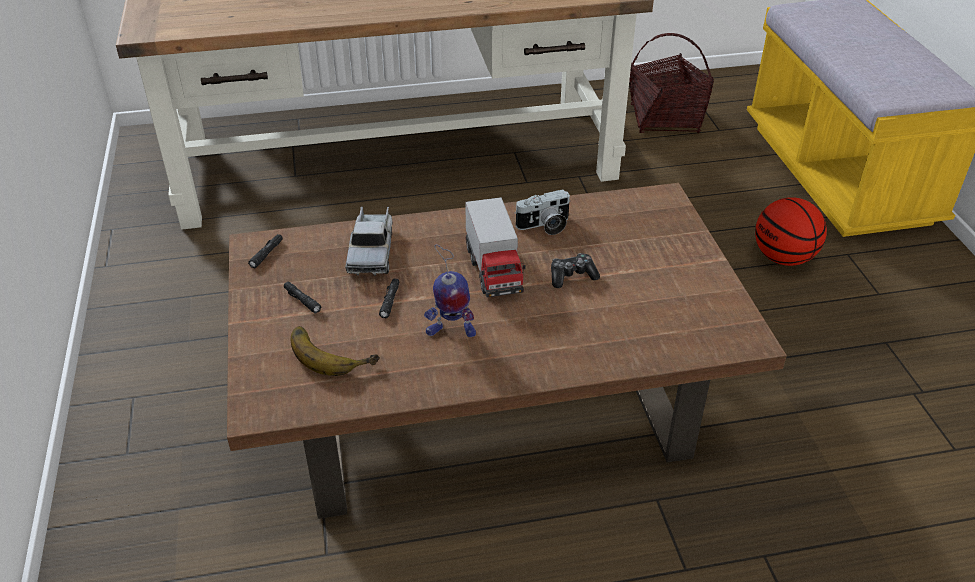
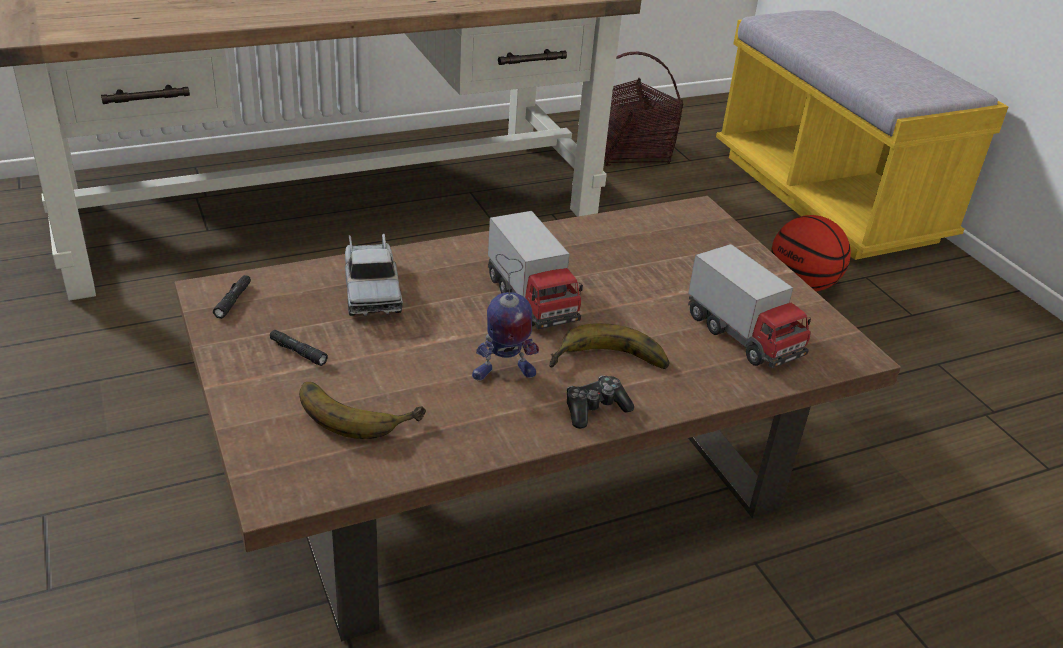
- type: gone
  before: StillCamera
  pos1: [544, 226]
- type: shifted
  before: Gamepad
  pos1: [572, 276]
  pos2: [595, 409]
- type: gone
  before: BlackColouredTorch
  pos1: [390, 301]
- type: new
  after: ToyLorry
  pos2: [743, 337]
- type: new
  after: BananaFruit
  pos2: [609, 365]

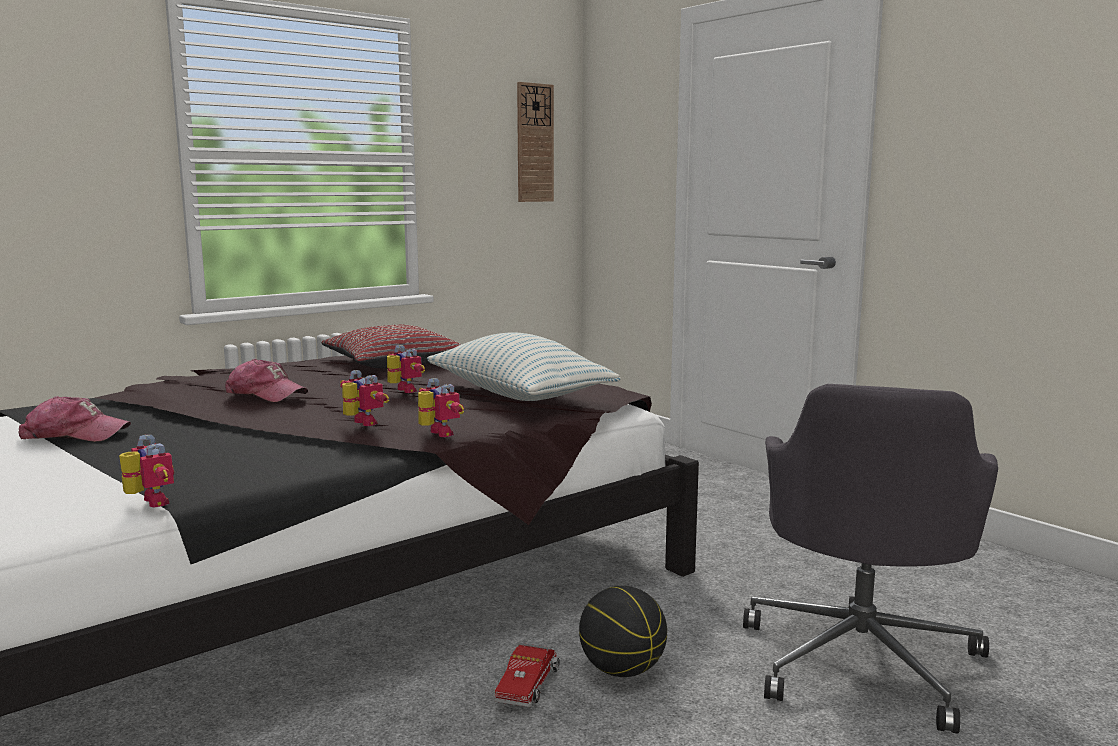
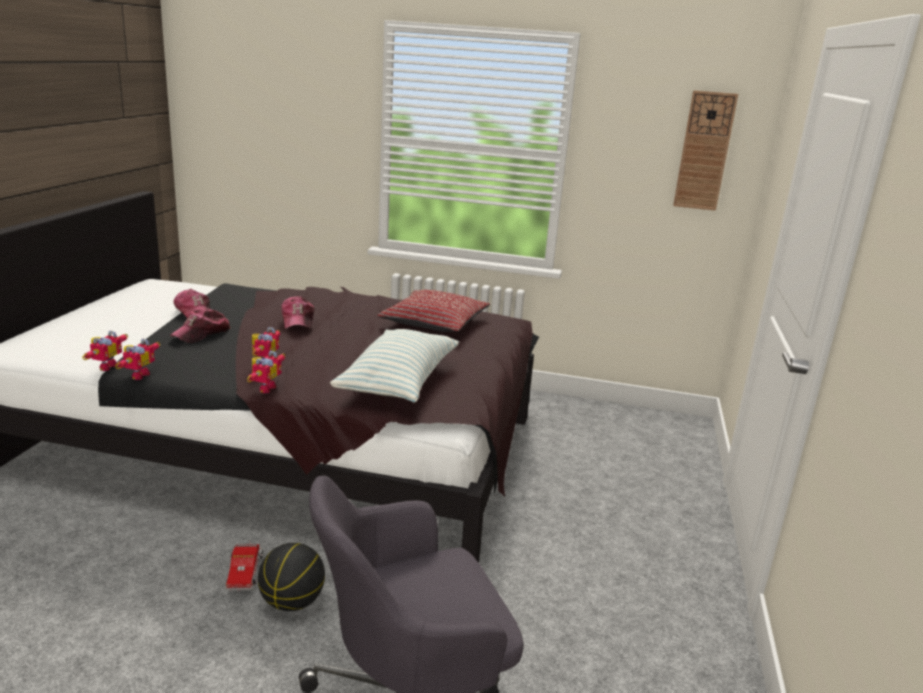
- type: shifted
  before: ModelRobot
  pos1: [402, 391]
  pos2: [137, 375]
- type: rotated
  before: ToyLorry
  pos1: [528, 685]
  pos2: [244, 572]
  turn: -75
- type: new
  after: BaseballCap
  pos2: [201, 333]

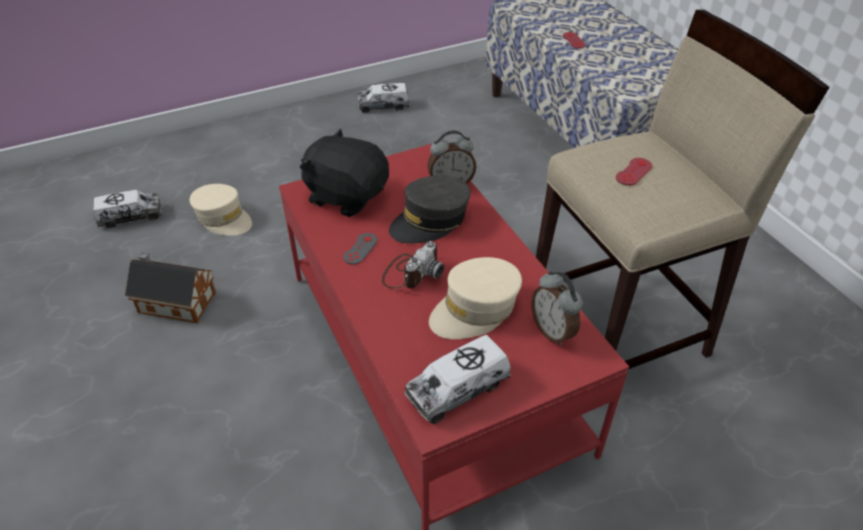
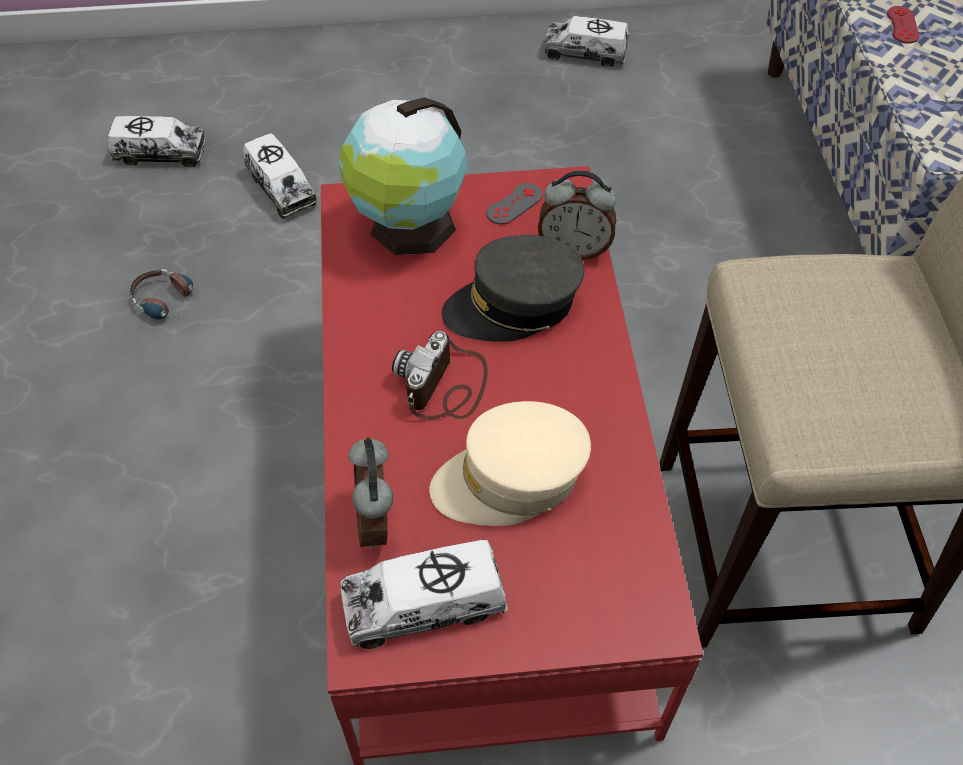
- type: swapped
  before: BlackColouredSoftToy
  after: Globe
  pos1: [346, 196]
  pos2: [409, 228]
- type: gone
  before: RedColouredGamepad
  pos1: [633, 172]
- type: swapped
  before: BeigeBaseballCap
  after: ToyLorry
  pos1: [223, 218]
  pos2: [281, 188]
- type: shifted
  before: GrayGamepad
  pos1: [360, 249]
  pos2: [514, 204]
- type: rotated
  before: StillCamera
  pos1: [411, 272]
  pos2: [445, 386]
  turn: 150
- type: swapped
  before: MiniatureHouse
  after: PairOfHeadphones
  pos1: [174, 301]
  pos2: [170, 303]
- type: shifted
  before: AlarmClock
  pos1: [553, 331]
  pos2: [377, 521]

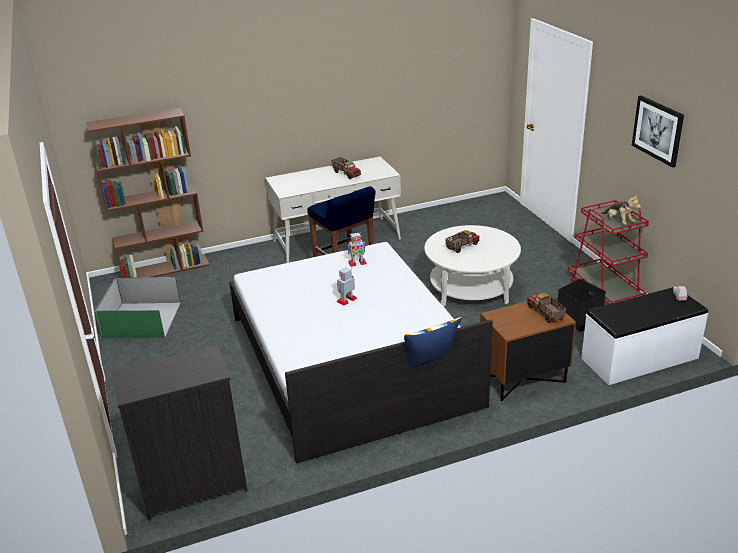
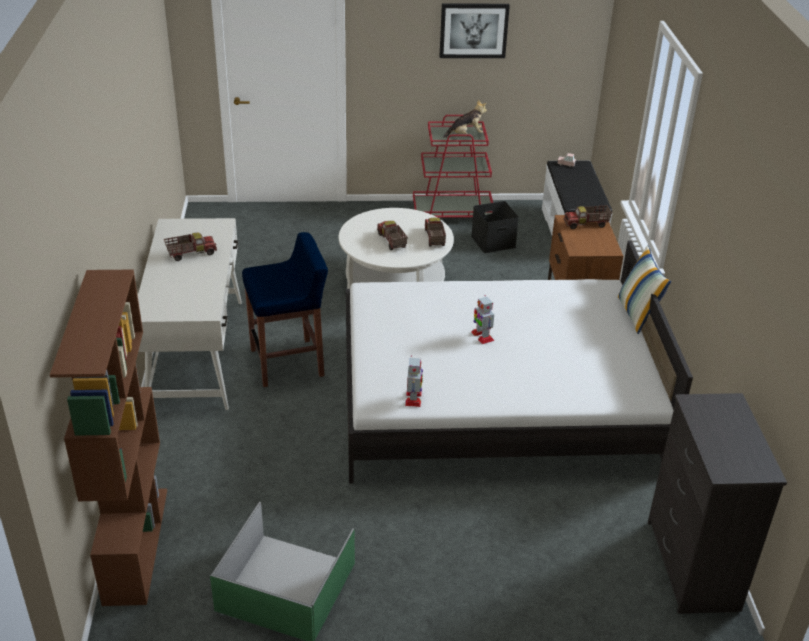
- type: shifted
  before: ModelRobot
  pos1: [357, 263]
  pos2: [413, 398]
- type: new
  after: ToyLorry
  pos2: [434, 238]

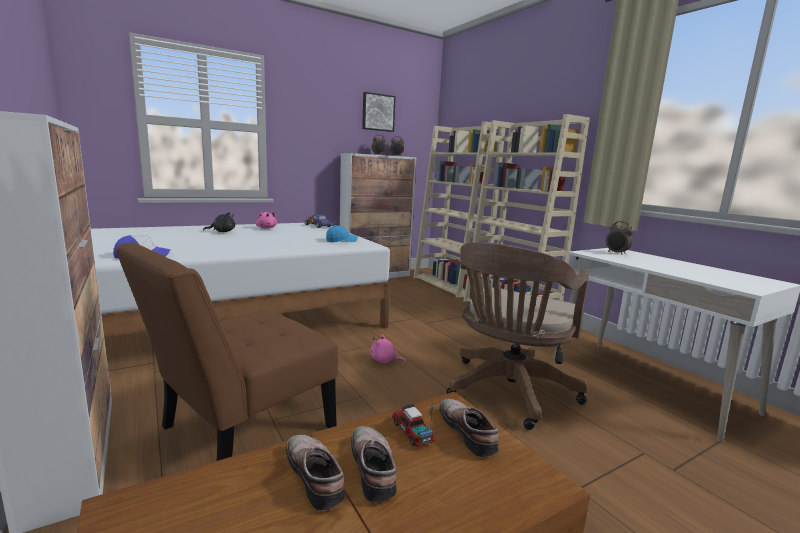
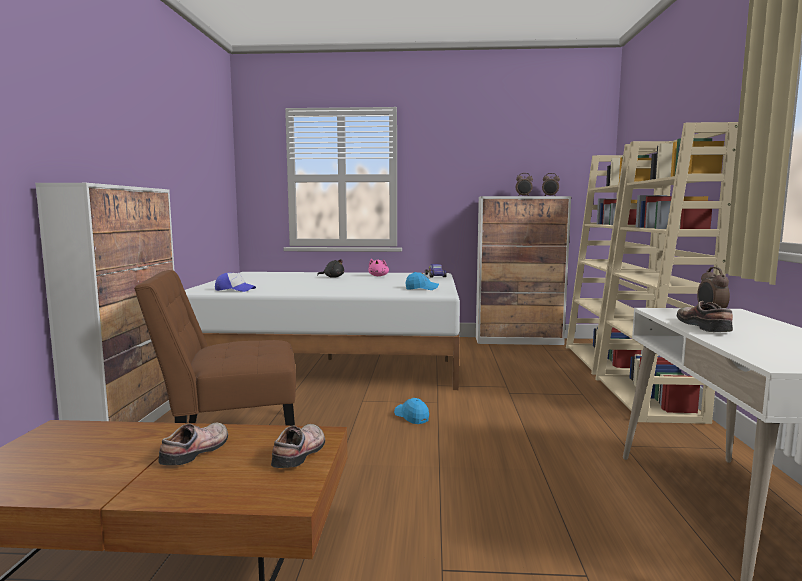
- type: gone
  before: Picture
  pos1: [378, 112]
- type: gone
  before: BrownDeskChair
  pos1: [508, 392]
- type: swapped
  before: PinkishSoftToy
  after: BlueColouredBaseballCap
  pos1: [384, 361]
  pos2: [411, 417]
- type: gone
  before: ToyLorry
  pos1: [411, 432]
- type: shifted
  before: LowShoe
  pos1: [317, 475]
  pos2: [706, 326]

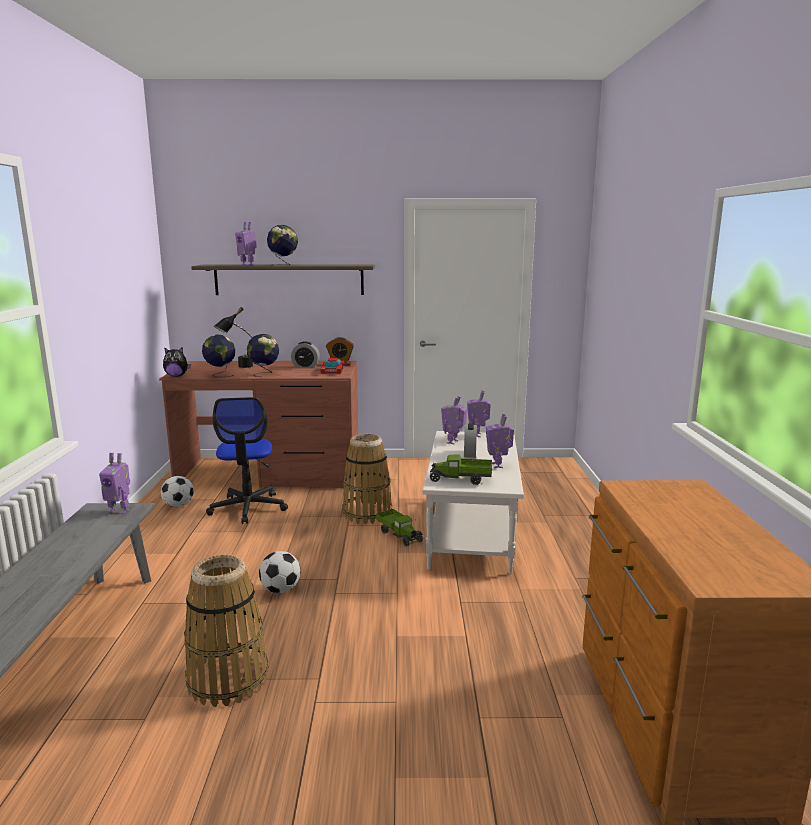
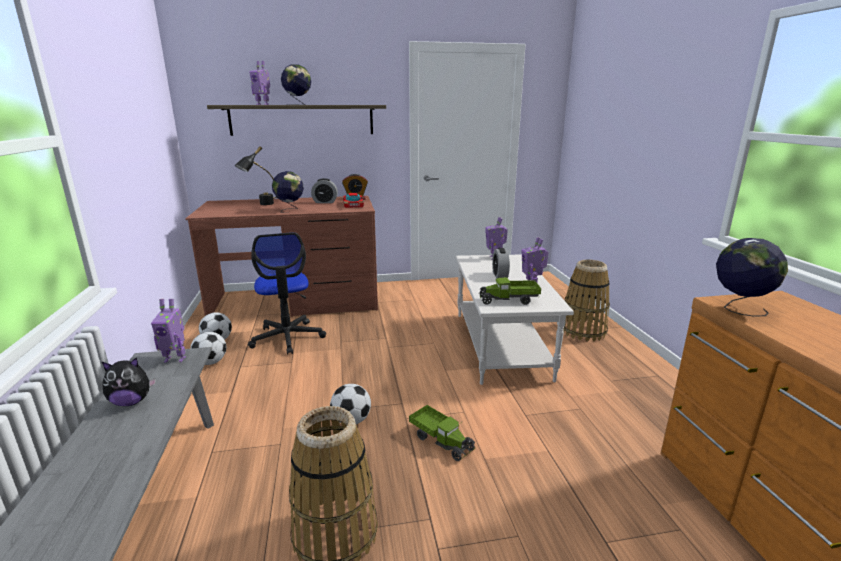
- type: shifted
  before: Globe
  pos1: [220, 375]
  pos2: [739, 309]
- type: shifted
  before: SoftToy
  pos1: [176, 376]
  pos2: [131, 402]
- type: gone
  before: ModelRobot
  pos1: [453, 442]
- type: shifted
  before: Basket
  pos1: [367, 513]
  pos2: [583, 331]
- type: shifted
  before: ToyLorry
  pos1: [399, 535]
  pos2: [441, 440]
- type: new
  after: BallForFootball
  pos2: [211, 362]

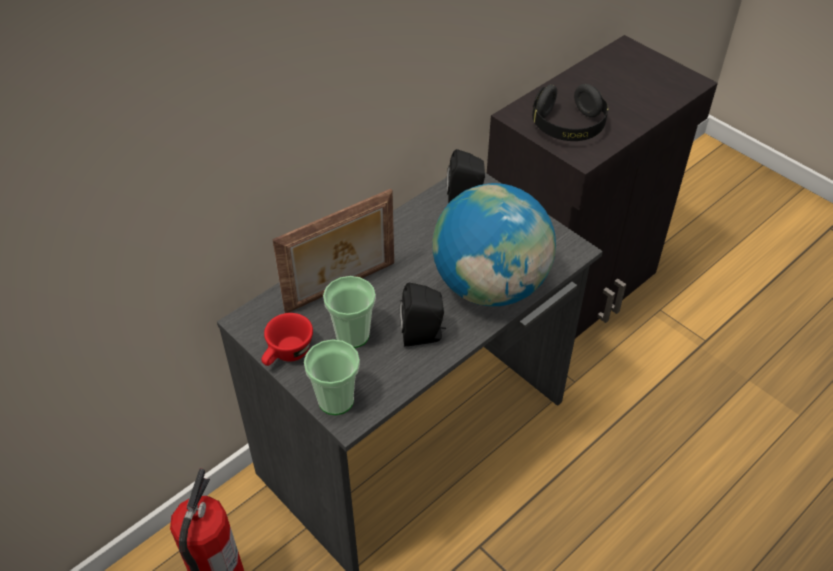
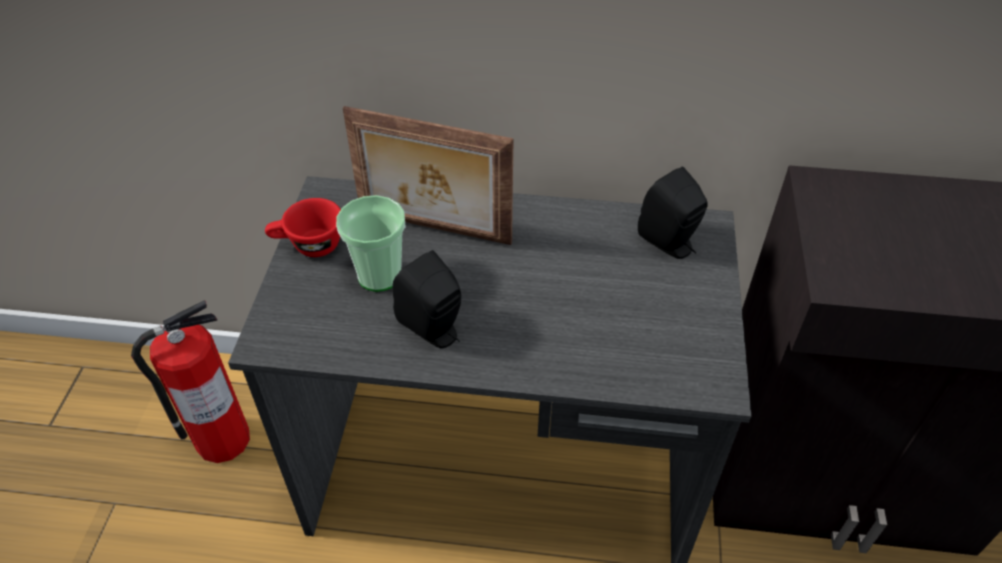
- type: gone
  before: BlackColouredPairOfHeadphones
  pos1: [568, 126]
- type: gone
  before: Globe
  pos1: [490, 286]
- type: gone
  before: Cup
  pos1: [336, 400]

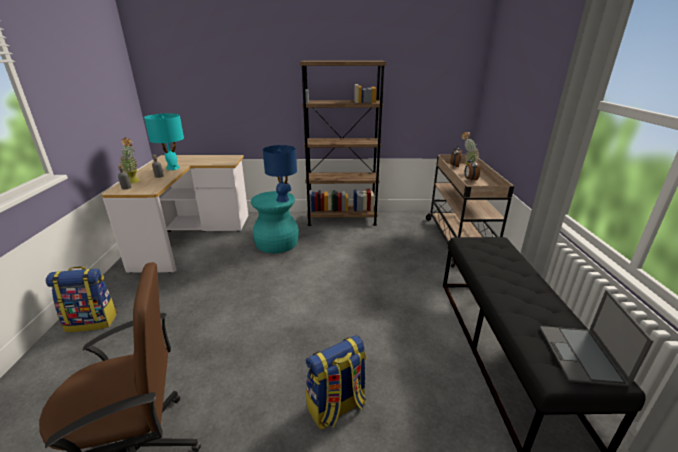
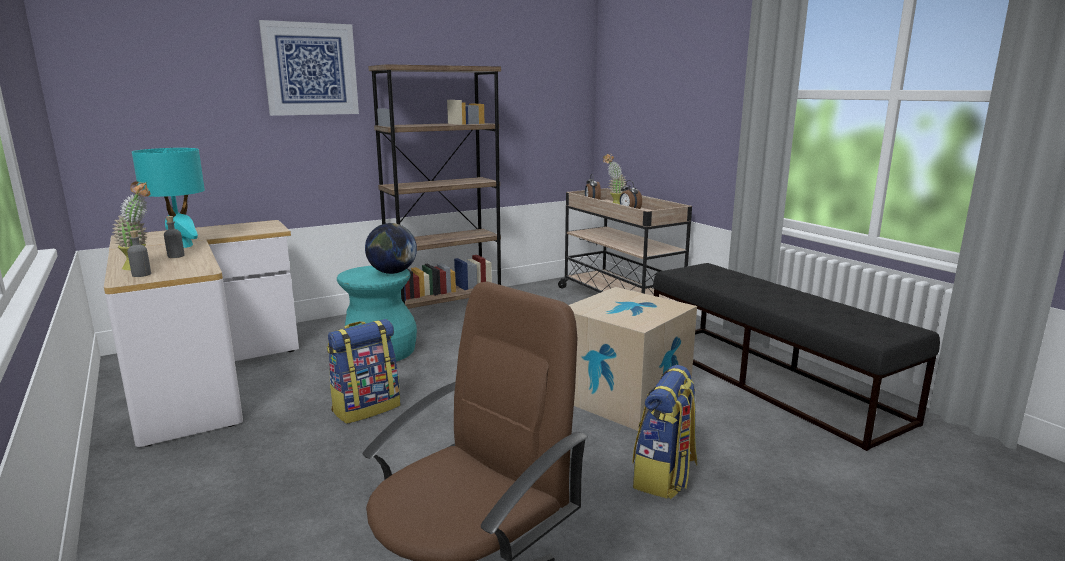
- type: swapped
  before: BlueColouredTableLamp
  after: Globe
  pos1: [283, 199]
  pos2: [392, 272]
- type: shifted
  before: Backpack
  pos1: [93, 321]
  pos2: [366, 408]
- type: gone
  before: NotebookComputer
  pos1: [581, 355]
- type: new
  after: Picture
  pos2: [310, 69]
- type: new
  after: CardboardBox
  pos2: [624, 397]

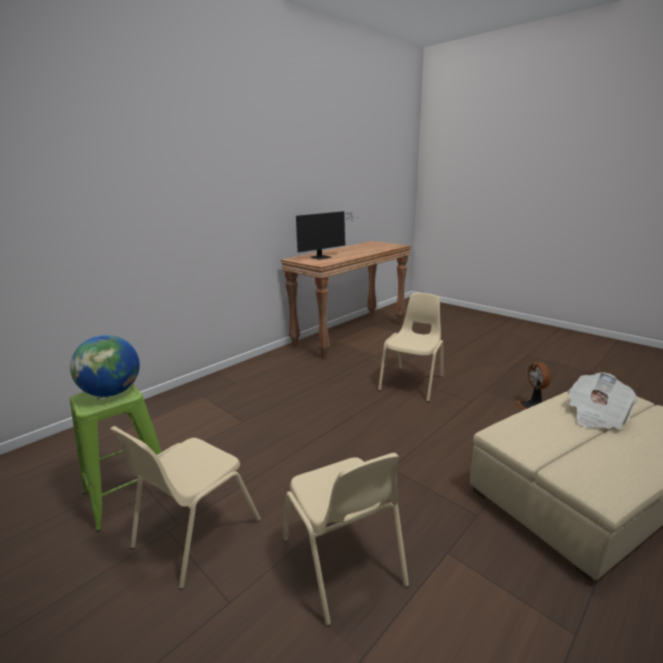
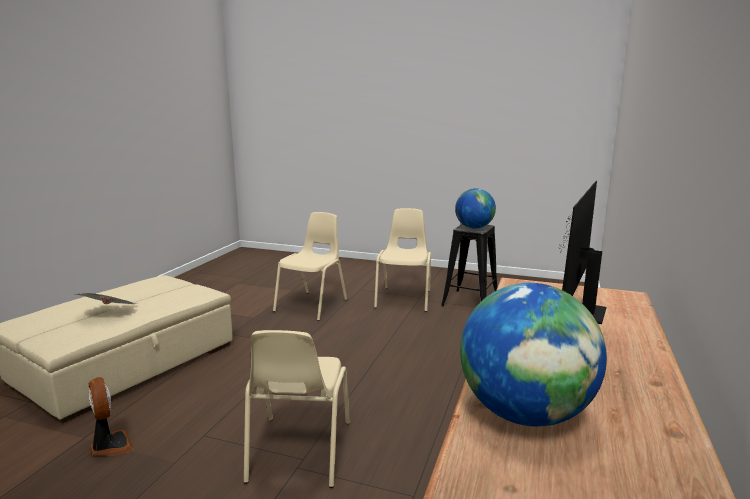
- type: repainted
  before: GreenStoolSeat
  after: BlackColouredStoolSeat
  pos1: [130, 493]
  pos2: [470, 302]
- type: rotated
  before: BeigeChair
  pos1: [343, 562]
  pos2: [313, 305]
  turn: 75
- type: new
  after: Globe
  pos2: [525, 414]

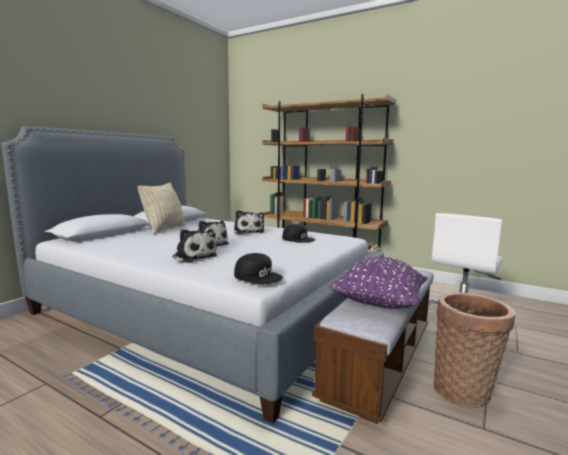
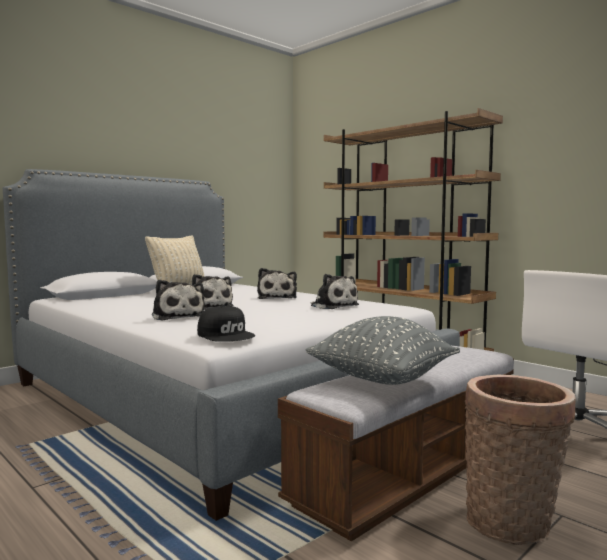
- type: swapped
  before: BlackColouredBaseballCap
  after: SoftToy
  pos1: [298, 239]
  pos2: [333, 306]
- type: repainted
  before: PurpleColouredCushion
  after: GrayCushion
  pos1: [378, 304]
  pos2: [382, 381]

